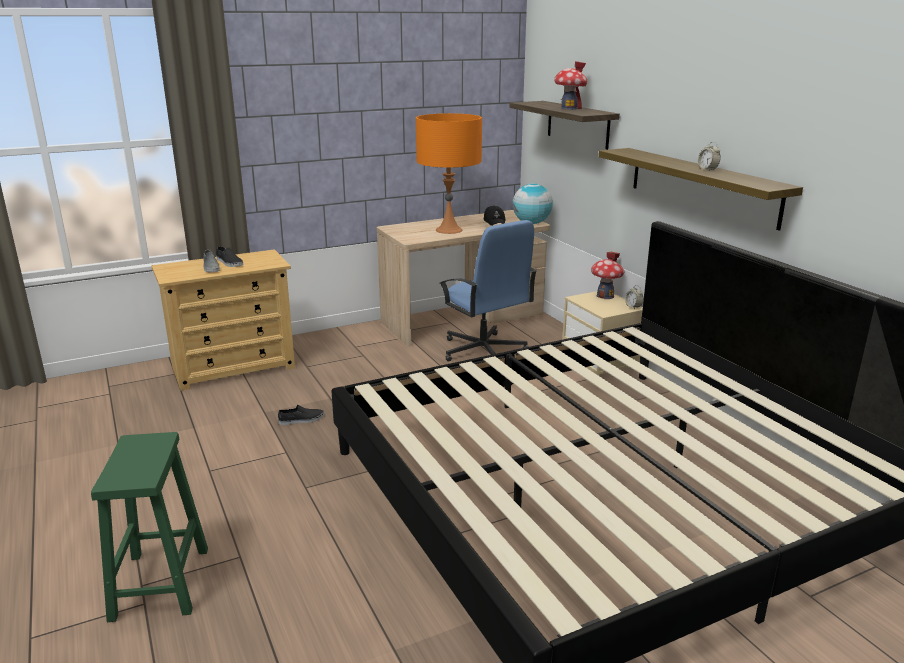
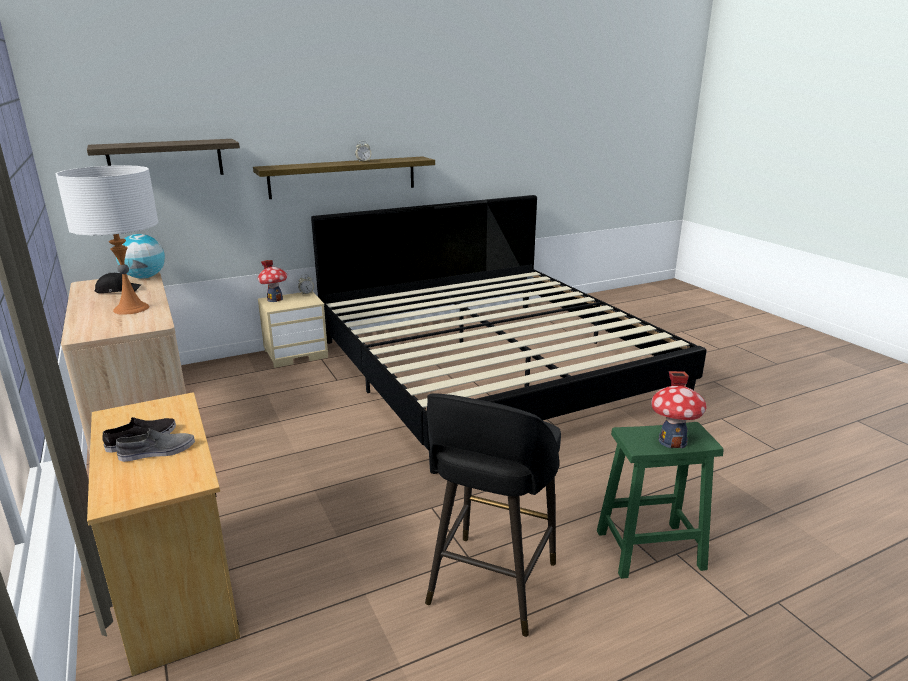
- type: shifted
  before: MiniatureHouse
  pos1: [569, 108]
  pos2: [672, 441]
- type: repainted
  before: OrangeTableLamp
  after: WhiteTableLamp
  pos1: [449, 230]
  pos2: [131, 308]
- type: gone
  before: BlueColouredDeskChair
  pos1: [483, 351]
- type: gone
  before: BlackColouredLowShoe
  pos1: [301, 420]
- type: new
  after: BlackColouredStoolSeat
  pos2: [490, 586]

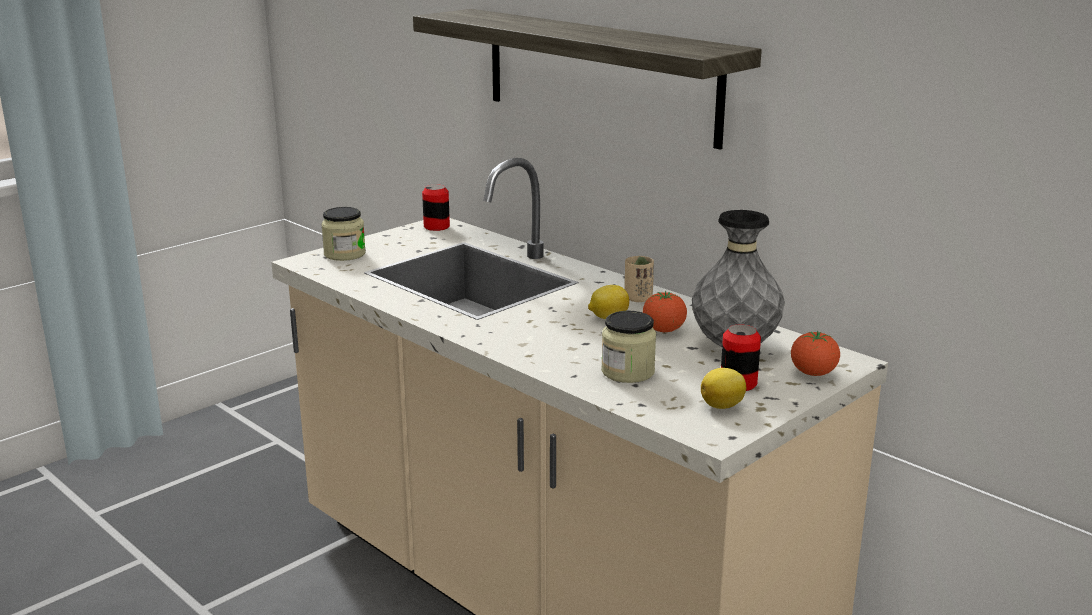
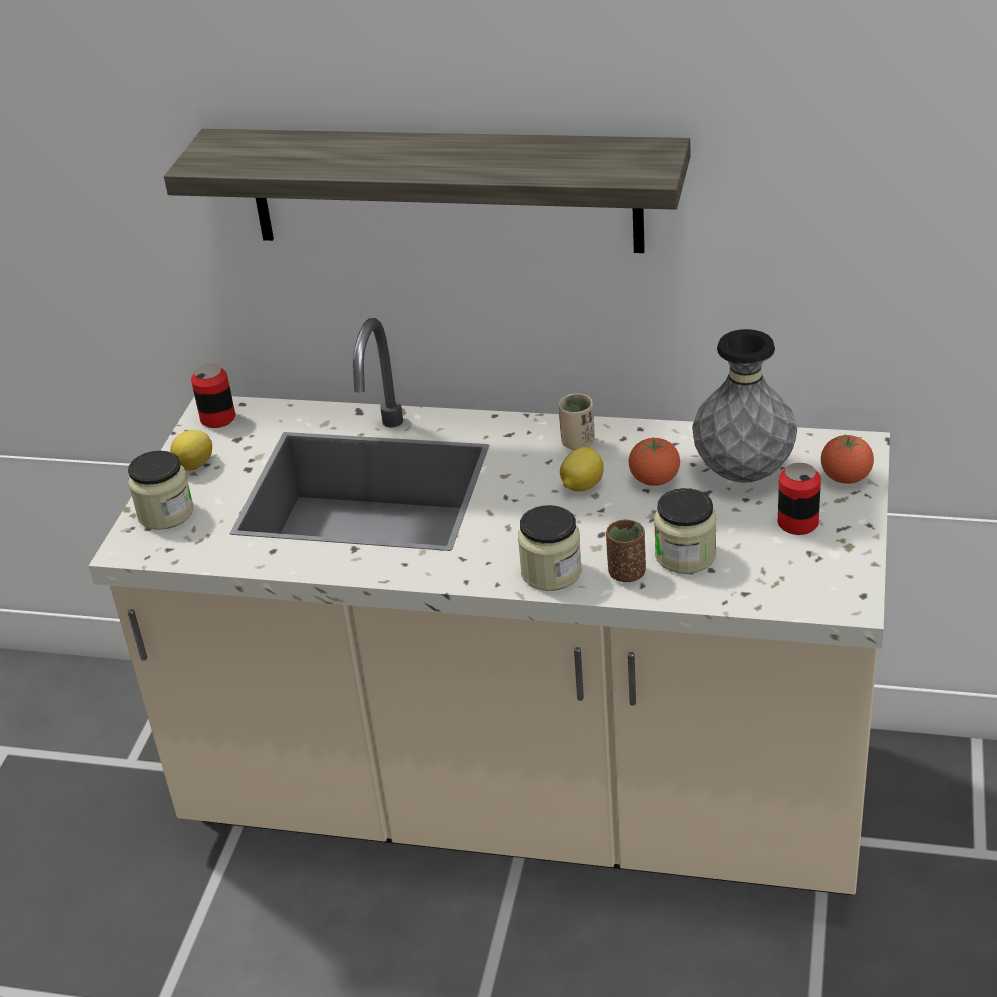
- type: shifted
  before: CitrusFruit
  pos1: [723, 406]
  pos2: [196, 464]
- type: new
  after: Jar
  pos2: [551, 572]
- type: new
  after: BrownCup
  pos2: [626, 573]

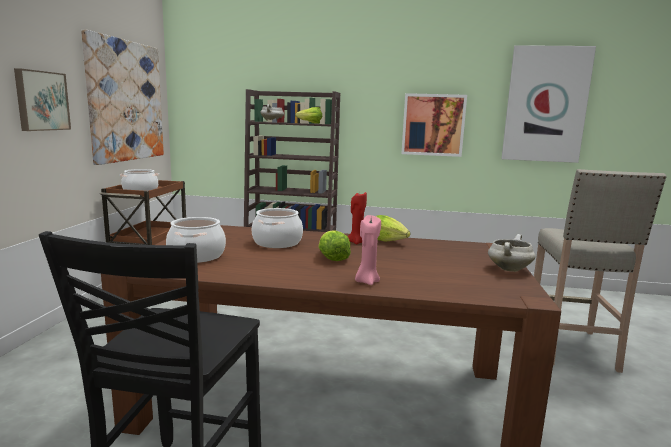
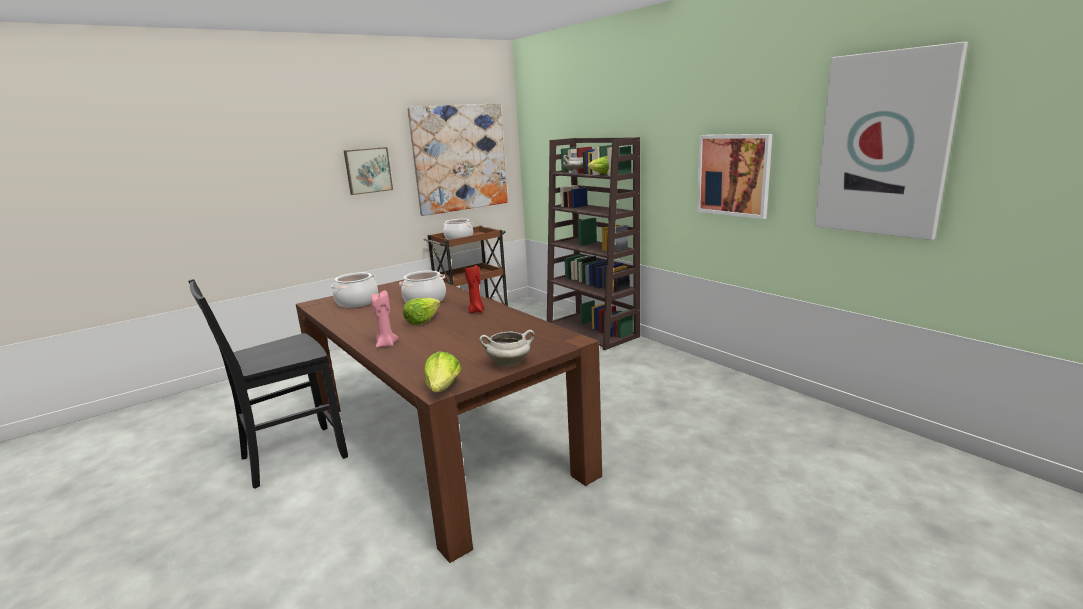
- type: gone
  before: BeigeStoolSeat
  pos1: [571, 348]
- type: shifted
  before: LettuceHead
  pos1: [388, 241]
  pos2: [443, 388]

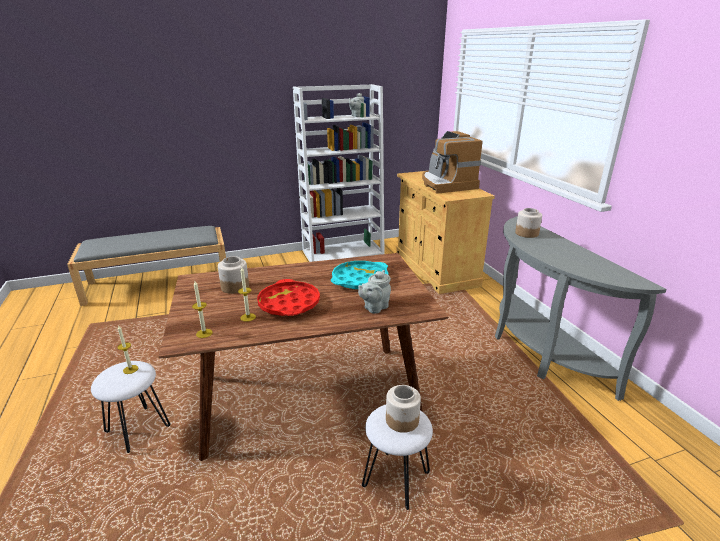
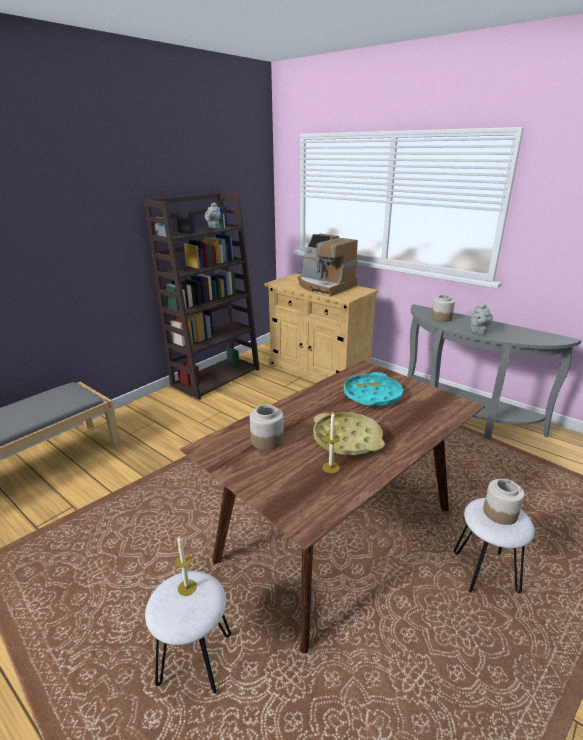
- type: repainted
  before: WhiteBookcase
  after: BrownBookcase
  pos1: [343, 252]
  pos2: [216, 377]
- type: shifted
  before: GrayTeapot
  pos1: [374, 308]
  pos2: [478, 332]
- type: repainted
  before: RedColouredTray
  after: YellowColouredTray
  pos1: [289, 303]
  pos2: [347, 439]
- type: gone
  before: Candle
  pos1: [204, 333]

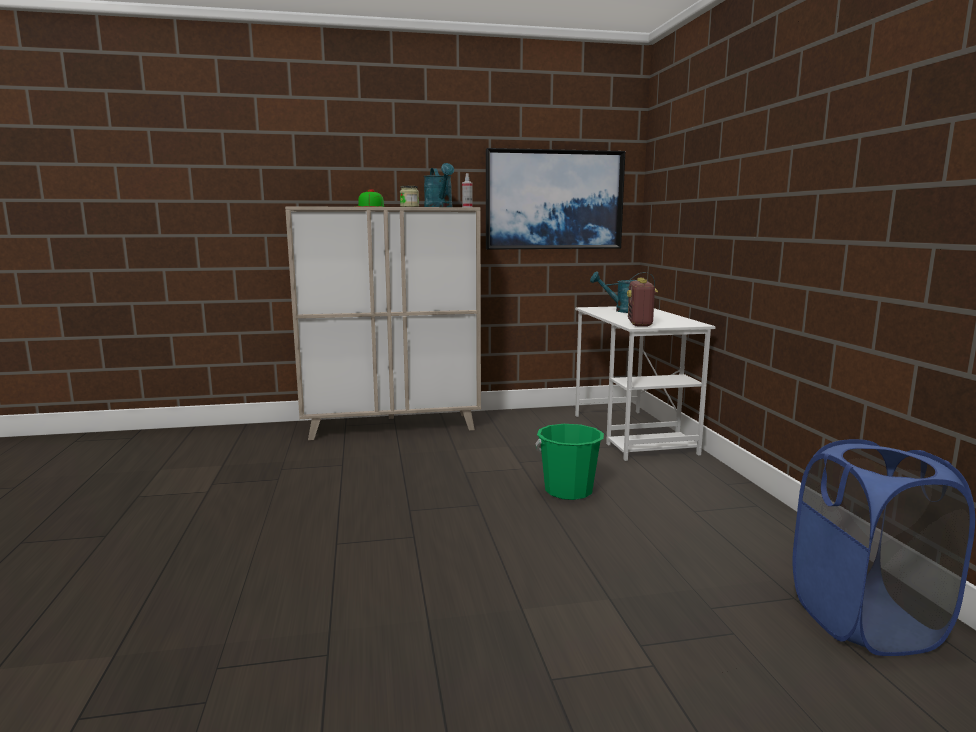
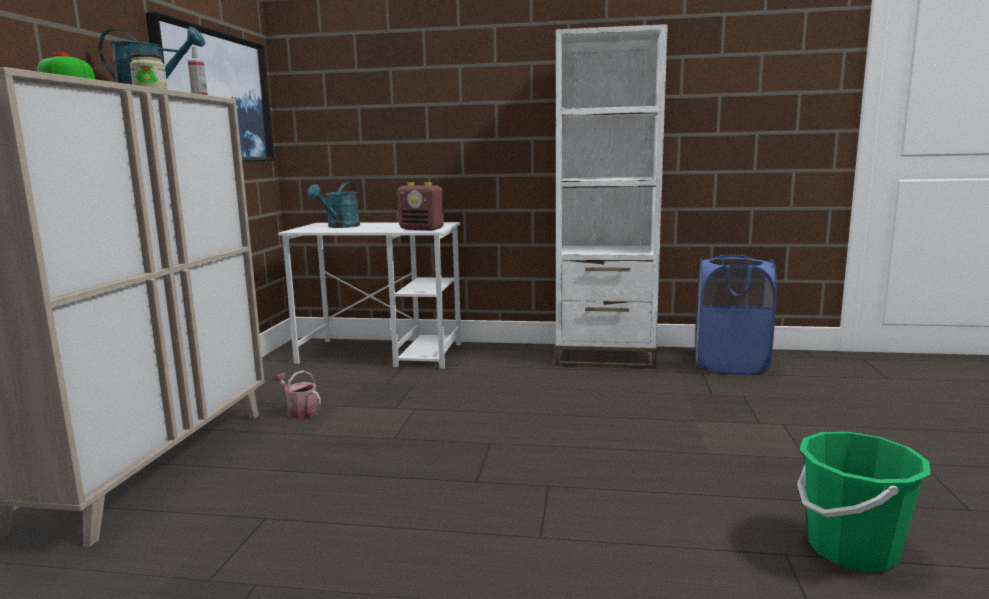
- type: shifted
  before: GreenPail
  pos1: [568, 491]
  pos2: [851, 549]
- type: new
  after: WhiteBookcase
  pos2: [604, 356]
- type: new
  after: WateringPot
  pos2: [300, 412]

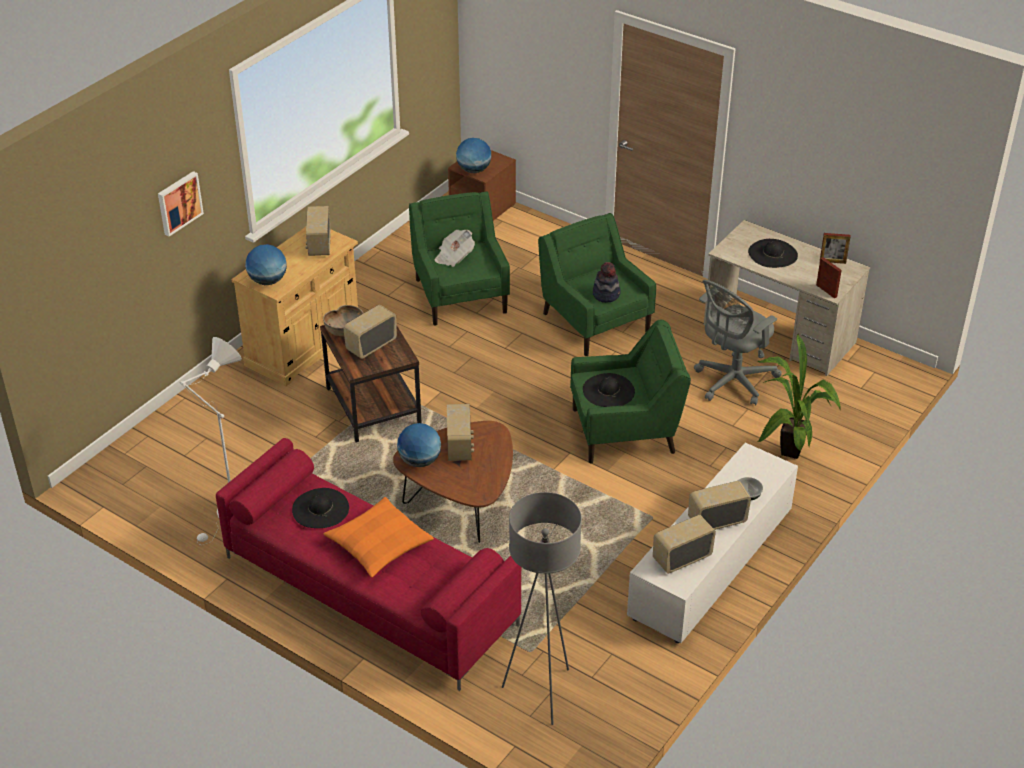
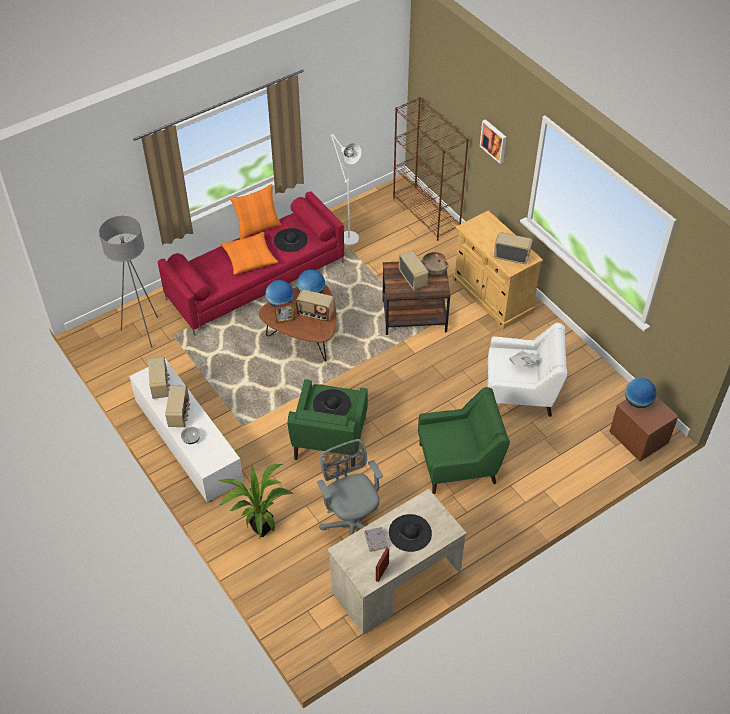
- type: repainted
  before: GreenArmchair
  after: WhiteArmchair
  pos1: [460, 295]
  pos2: [521, 392]
- type: shifted
  before: Globe
  pos1: [267, 281]
  pos2: [280, 303]
- type: shifted
  before: PhotoFrame
  pos1: [826, 291]
  pos2: [285, 321]
- type: gone
  before: Hat
  pos1: [606, 294]
- type: new
  after: BrownBookcase
  pos2: [426, 213]
- type: new
  after: OrangeCushion
  pos2: [258, 228]
- type: new
  after: GrayVolume
  pos2: [375, 540]

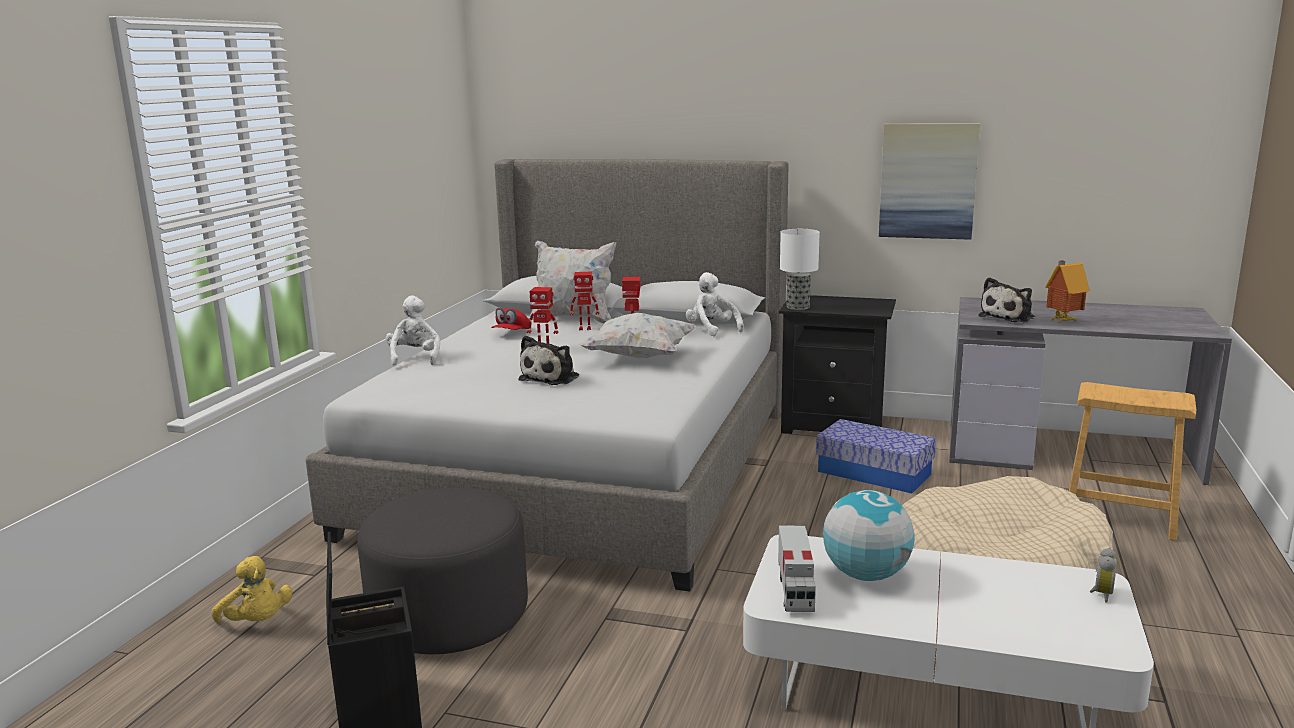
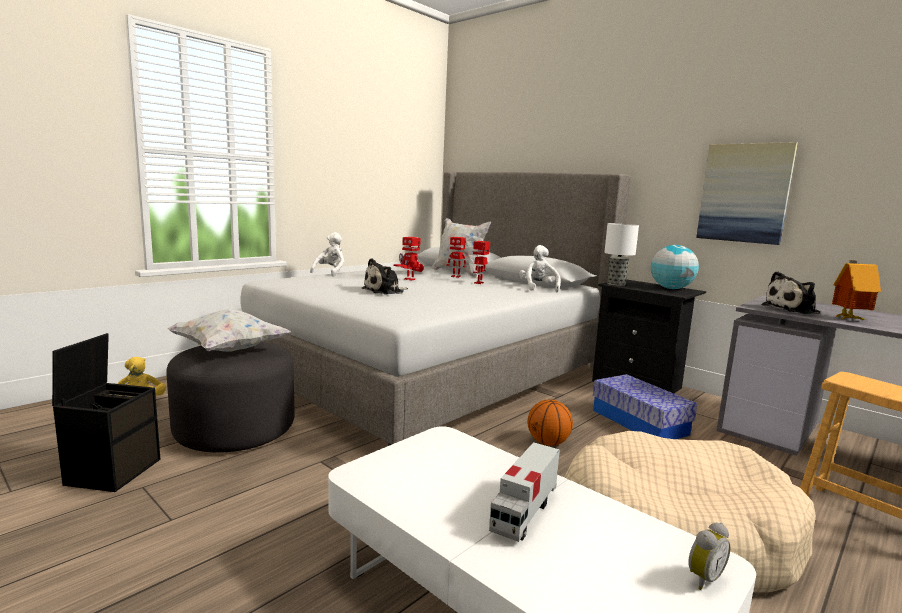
- type: shifted
  before: WhiteCushion
  pos1: [639, 357]
  pos2: [229, 350]
- type: shifted
  before: Globe
  pos1: [865, 575]
  pos2: [671, 288]
- type: shifted
  before: ToyLorry
  pos1: [795, 589]
  pos2: [524, 512]
- type: new
  after: BasketballBall
  pos2: [548, 443]

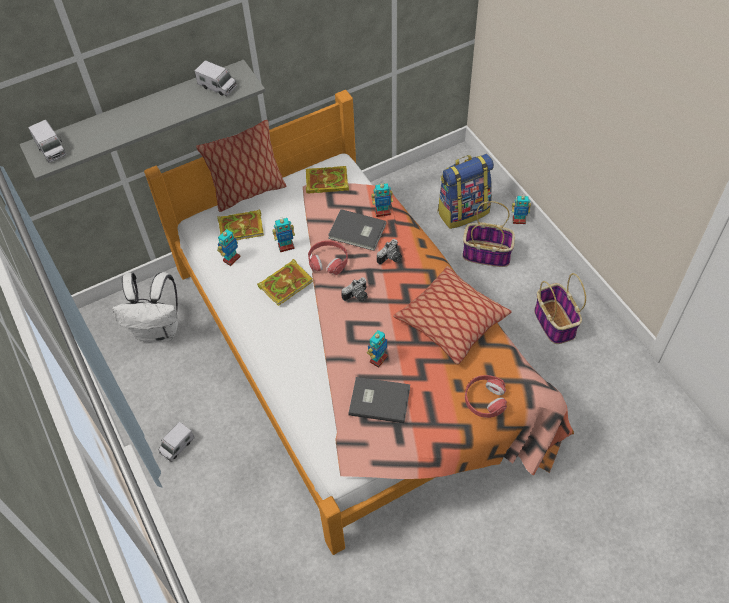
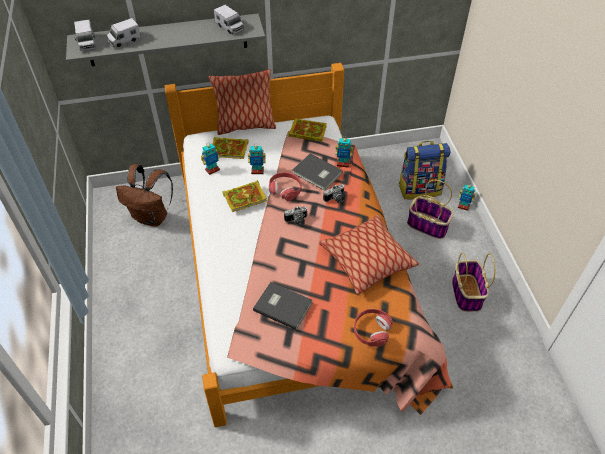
- type: repainted
  before: WhiteBackpack
  after: BrownBackpack
  pos1: [159, 330]
  pos2: [152, 217]
- type: gone
  before: ModelRobot
  pos1: [378, 359]
- type: shifted
  before: ToyLorry
  pos1: [177, 446]
  pos2: [124, 40]

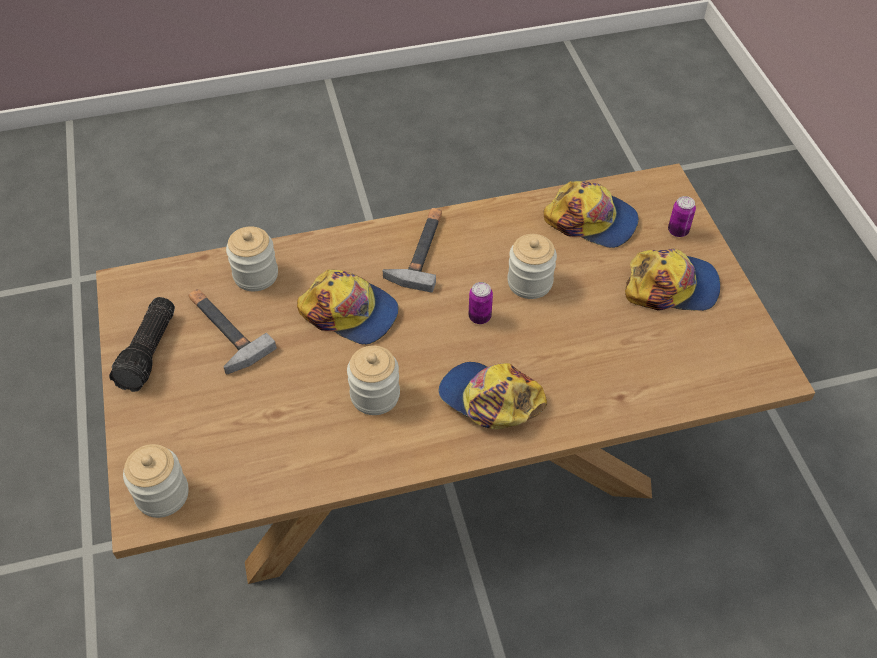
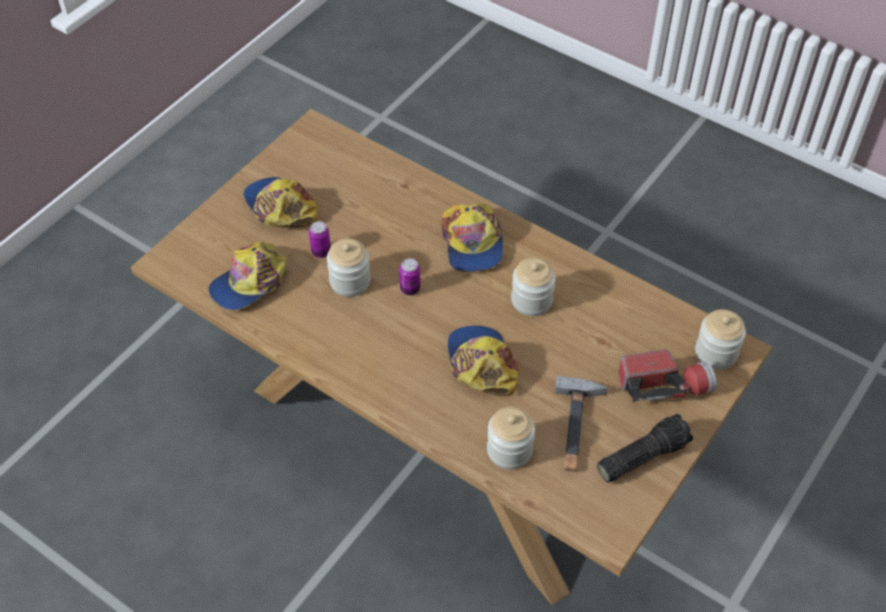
- type: rotated
  before: BaseballCap
  pos1: [591, 220]
  pos2: [250, 282]
  turn: -120
- type: shifted
  before: SealedCan
  pos1: [678, 231]
  pos2: [321, 252]
- type: gone
  before: Hammer
  pos1: [420, 249]
- type: new
  after: Torch
  pos2: [664, 385]

